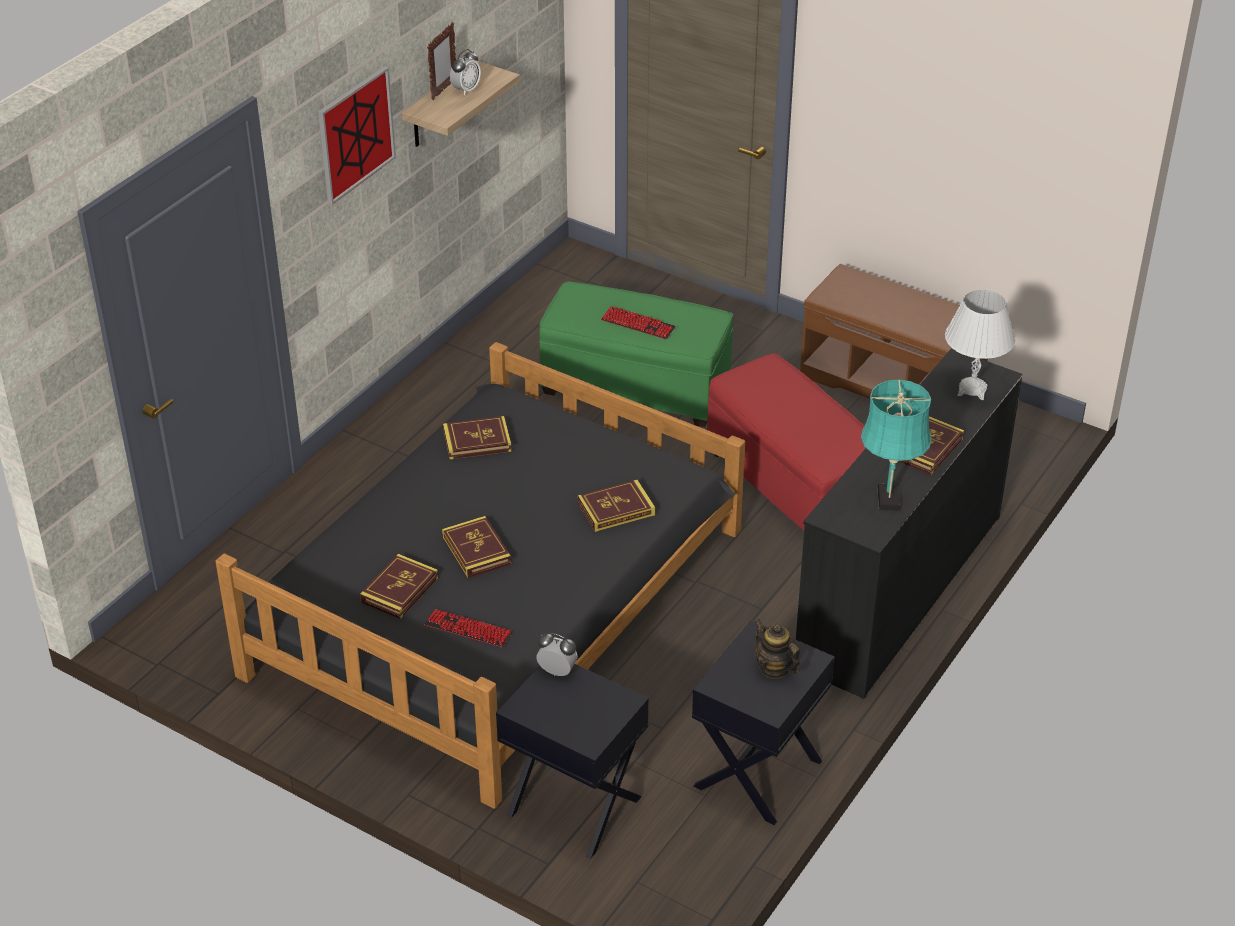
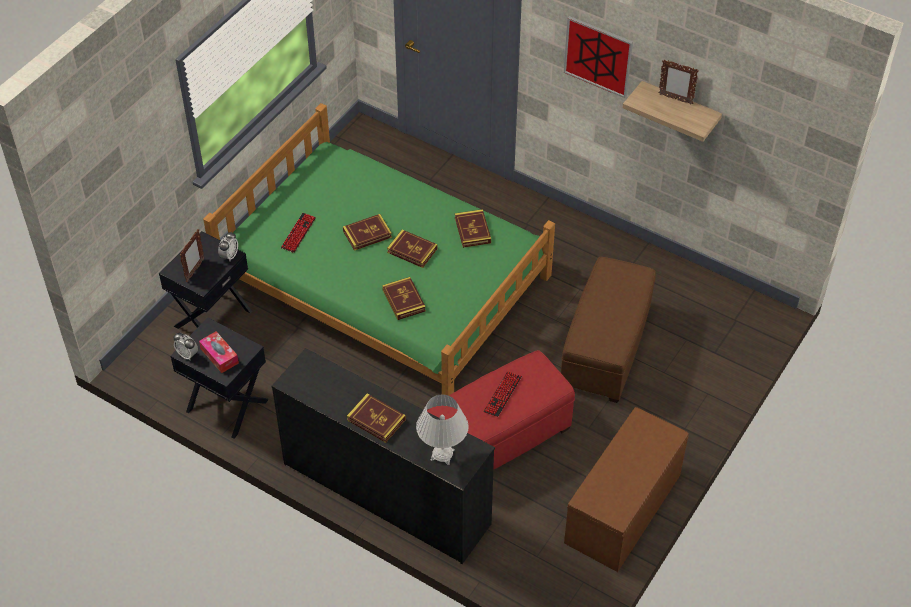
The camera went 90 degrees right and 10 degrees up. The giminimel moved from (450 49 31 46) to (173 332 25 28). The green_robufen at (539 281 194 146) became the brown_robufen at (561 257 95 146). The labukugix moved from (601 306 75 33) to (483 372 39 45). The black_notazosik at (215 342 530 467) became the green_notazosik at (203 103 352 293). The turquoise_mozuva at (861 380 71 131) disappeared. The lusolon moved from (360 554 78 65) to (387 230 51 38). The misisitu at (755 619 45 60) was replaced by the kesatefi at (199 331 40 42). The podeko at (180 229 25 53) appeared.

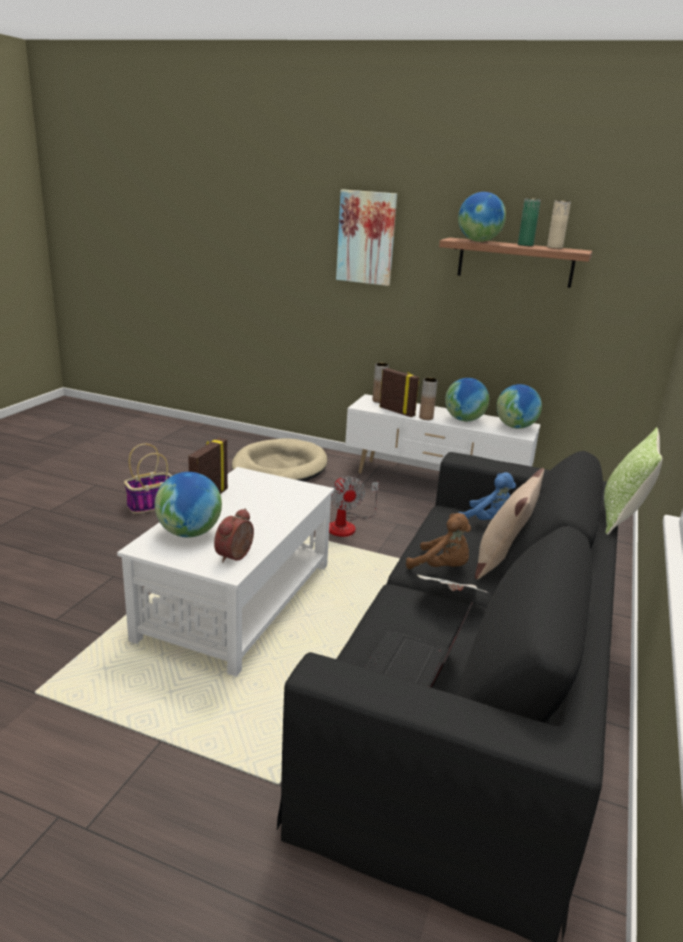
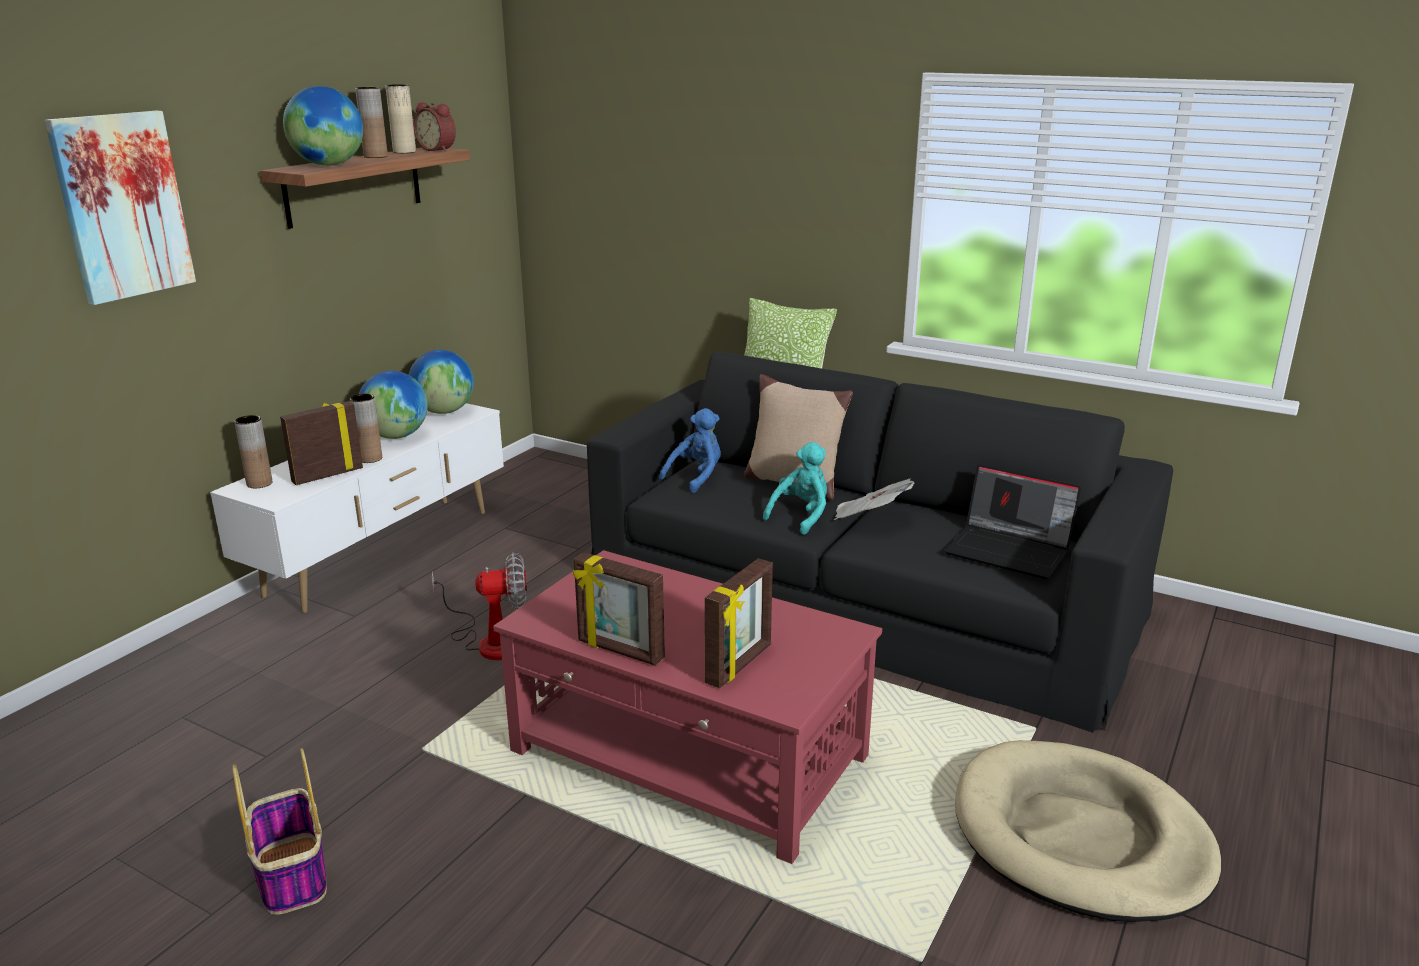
The camera went 80 degrees left and 0 degrees up. The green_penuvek at (518 198 23 48) became the brown_penuvek at (355 87 33 71). The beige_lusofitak moved from (232 438 96 44) to (955 740 266 182). The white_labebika at (117 467 217 210) became the red_labebika at (493 550 389 314). The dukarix at (155 472 67 65) was replaced by the podeko at (705 558 68 130). The giminimel moved from (214 508 40 54) to (413 102 43 50). The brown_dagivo at (406 513 65 56) became the turquoise_dagivo at (763 442 64 93).

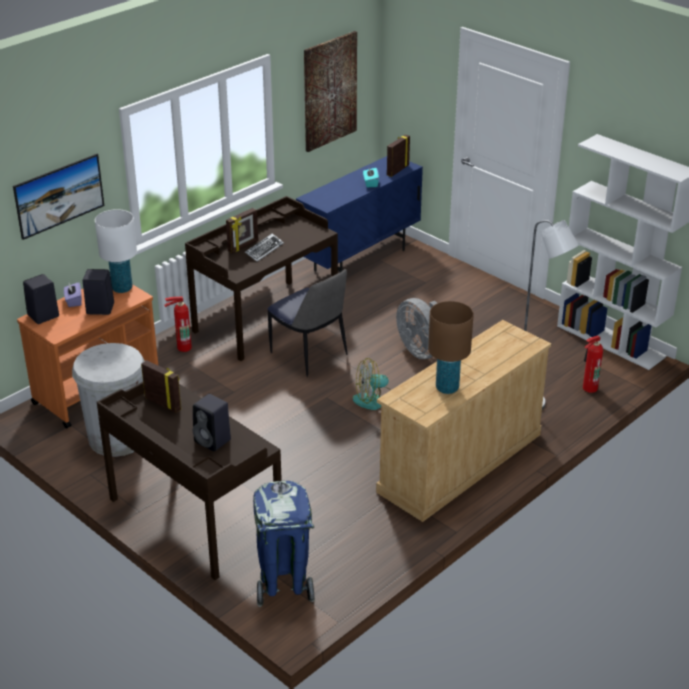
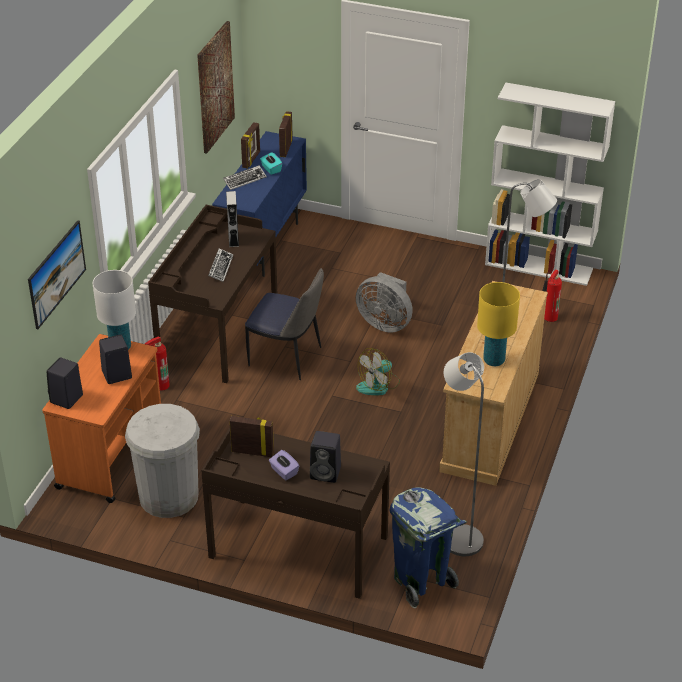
The camera went 25 degrees left and 5 degrees up. The podeko moved from (226 208 32 45) to (241 122 19 47). The purple_kesatefi moved from (64 282 18 25) to (269 450 30 30). The brown_mozuva at (428 301 46 93) became the yellow_mozuva at (477 282 43 84). The labukugix at (223 165 44 25) appeared. The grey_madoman at (226 191 13 56) appeared. The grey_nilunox at (444 352 40 204) appeared.

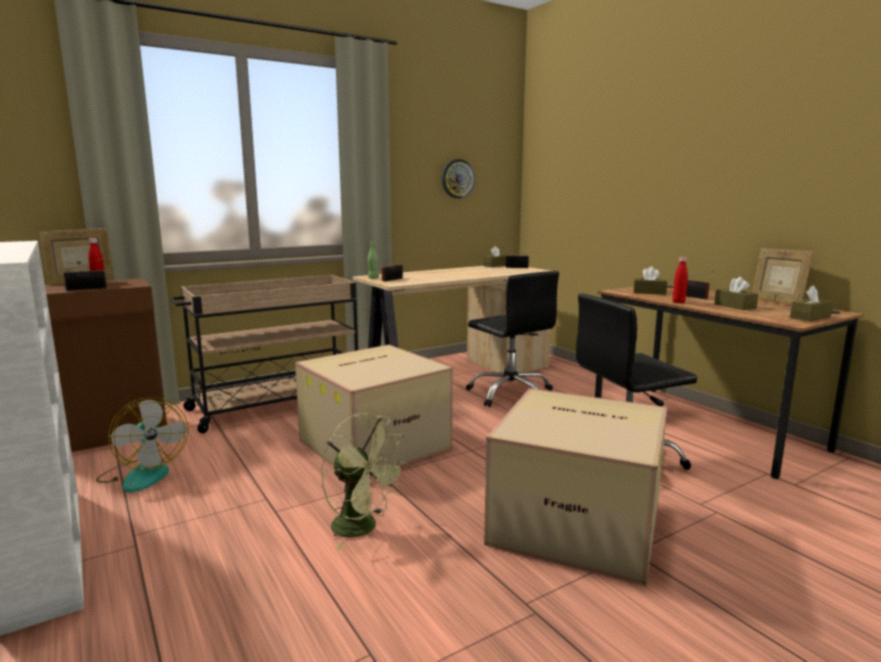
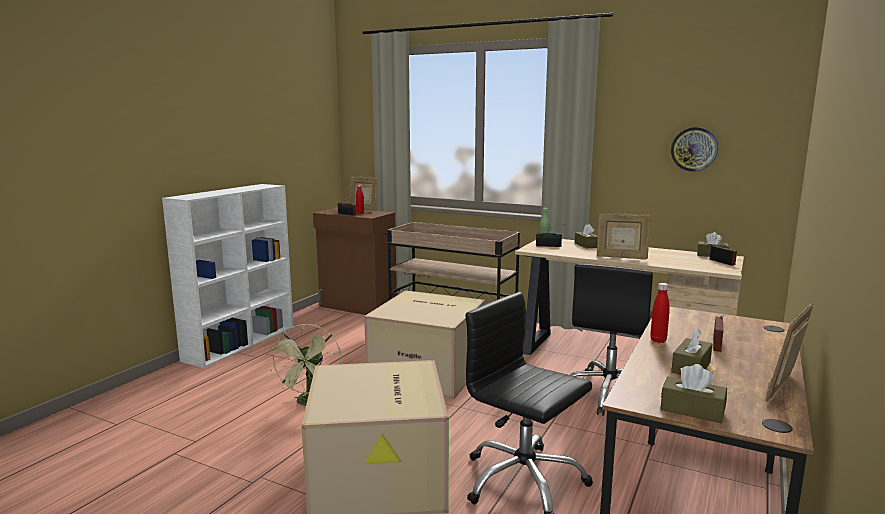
The camera went 60 degrees right and 0 degrees up. The brown_kesatefi moved from (633 266 34 29) to (575 224 23 24). The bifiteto at (96 397 92 95) disappeared. The podeko at (597 213 54 46) appeared.

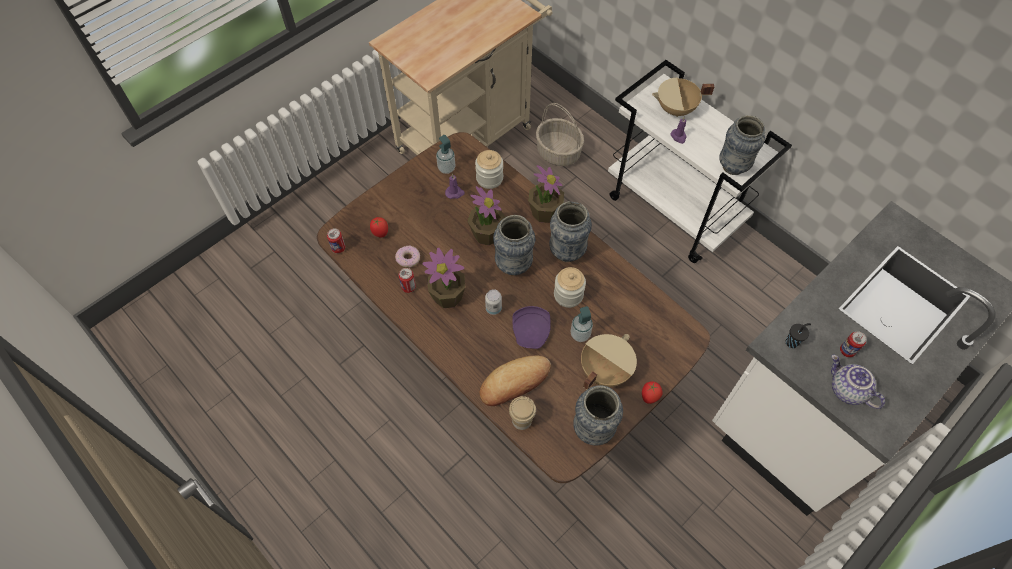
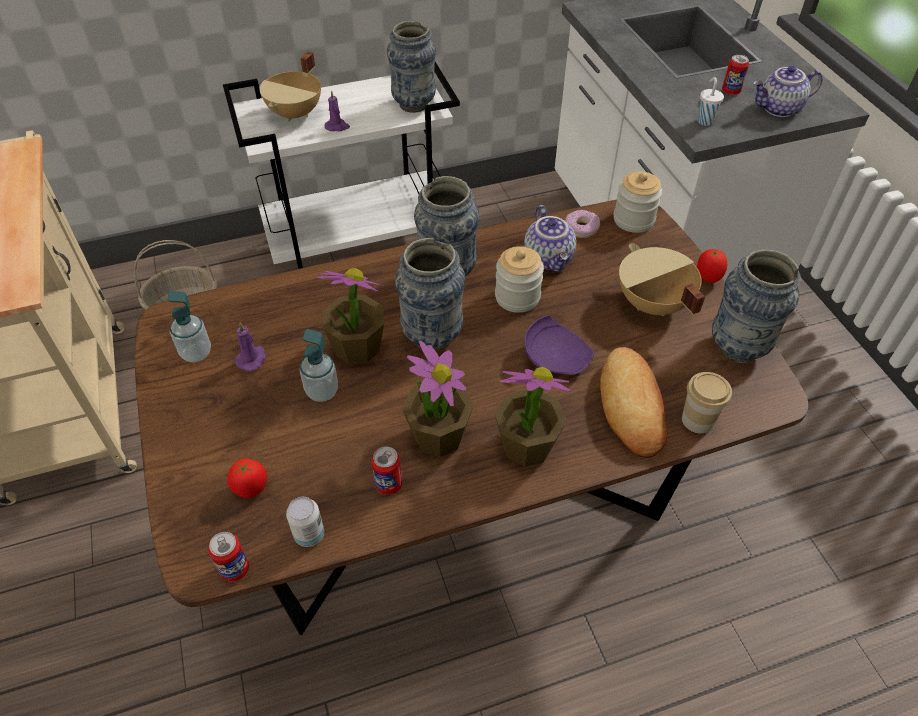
The camera went 65 degrees left and 10 degrees down. The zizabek moved from (475 150 28 39) to (614 171 48 62). The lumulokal moved from (529 165 35 58) to (494 367 78 100). The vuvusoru moved from (395 246 25 21) to (565 210 35 28). The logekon moved from (485 289 17 26) to (286 497 38 50). The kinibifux moved from (570 306 23 36) to (300 329 38 73). The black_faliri at (786 323 25 25) became the white_faliri at (697 77 27 49). The misisitu at (524 205 53 67) appeared.

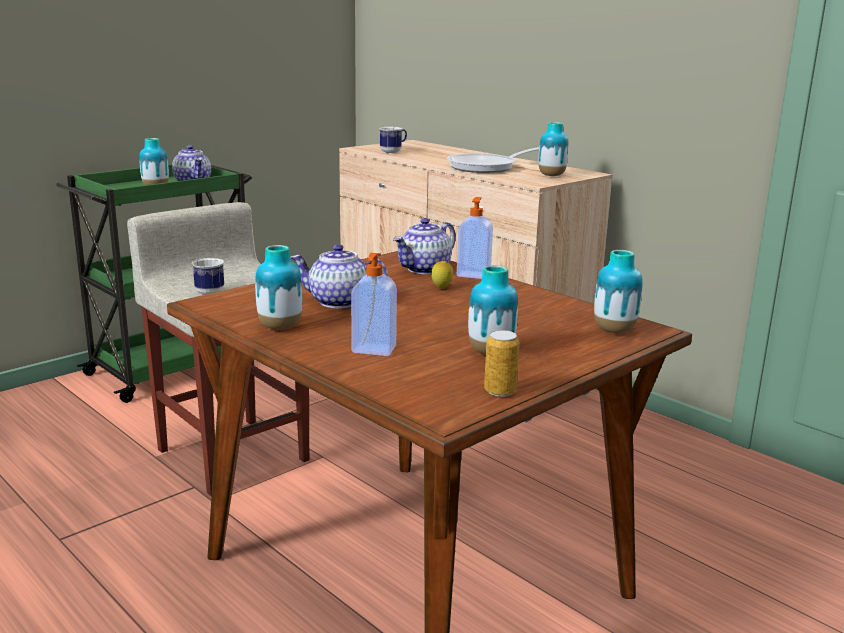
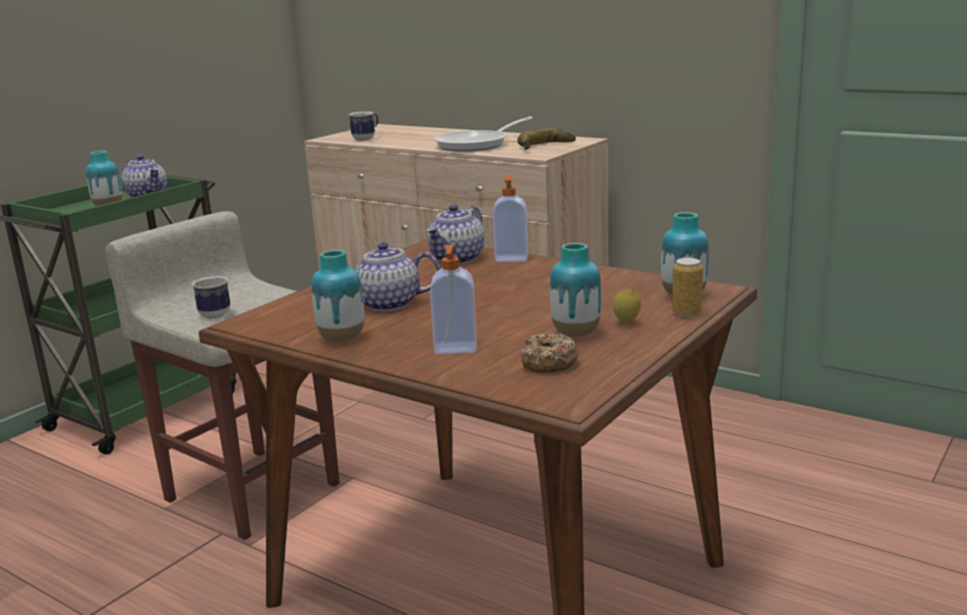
The camera went 10 degrees left and 0 degrees up. The penuvek at (539 122 30 54) was replaced by the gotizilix at (517 128 59 22). The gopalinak moved from (431 261 22 27) to (613 289 28 34). The logekon moved from (484 330 35 67) to (672 258 31 59). The vuvusoru at (521 333 58 40) appeared.

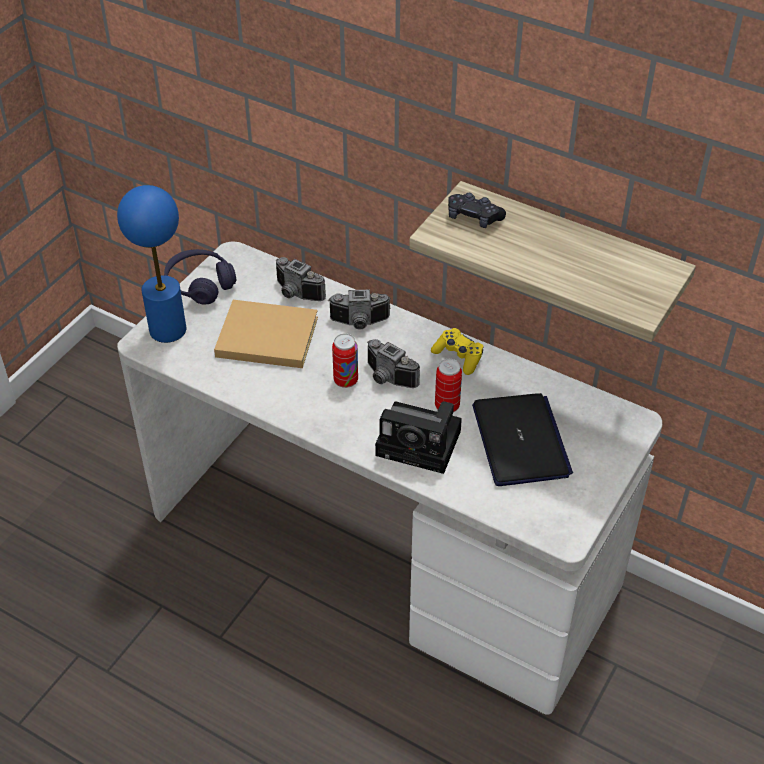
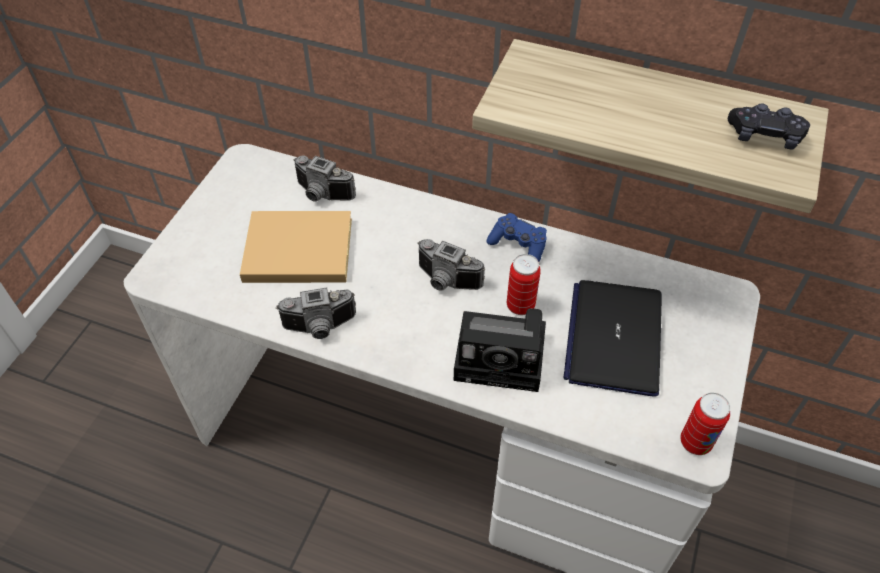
The camera went 10 degrees left and 5 degrees up. The blue_mozuva at (117 185 69 158) disappeared. The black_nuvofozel moved from (448 193 58 35) to (728 103 82 47). The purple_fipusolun at (164 249 72 56) disappeared. The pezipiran moved from (329 290 62 40) to (276 287 80 52). The yellow_nuvofozel at (431 328 52 47) became the blue_nuvofozel at (486 213 61 49). The logekon moved from (332 334 26 54) to (681 392 49 63). The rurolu at (472 393 101 93) turned 150 degrees counterclockwise.

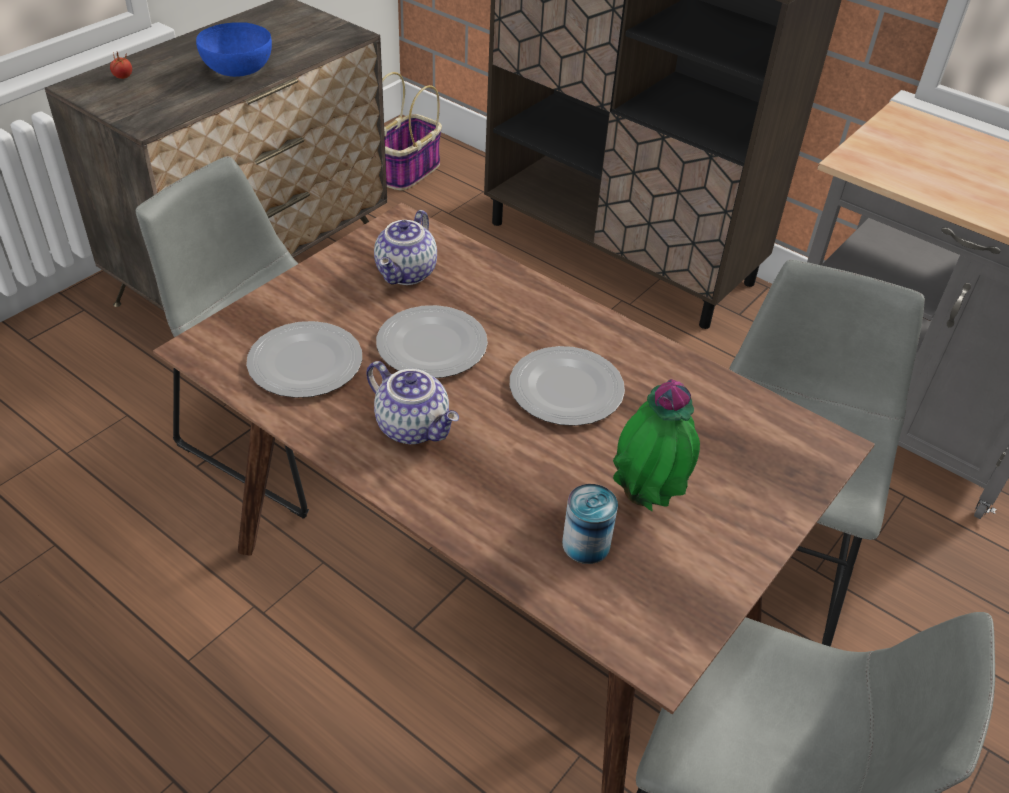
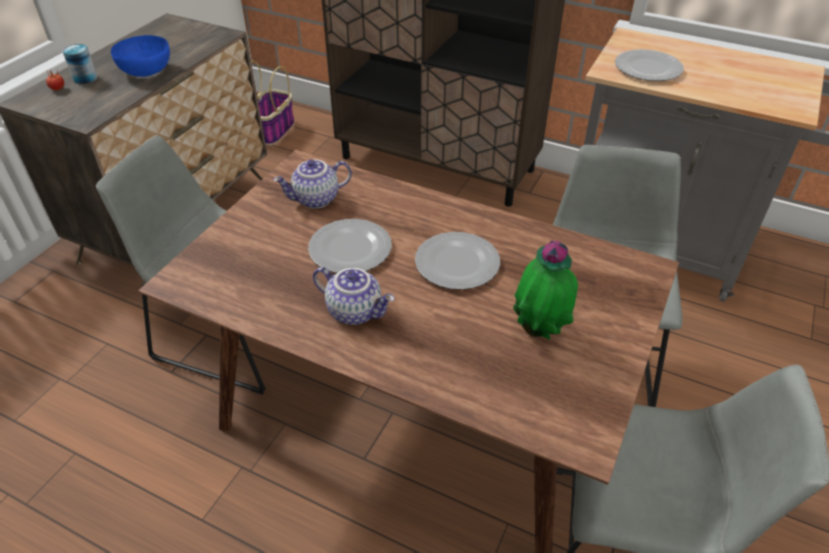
The camera went 10 degrees left and 0 degrees up. The misisitu at (374 210 63 75) turned 60 degrees clockwise. The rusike moved from (246 321 116 77) to (615 49 69 32). The logekon moved from (562 484 56 80) to (62 44 36 40).

